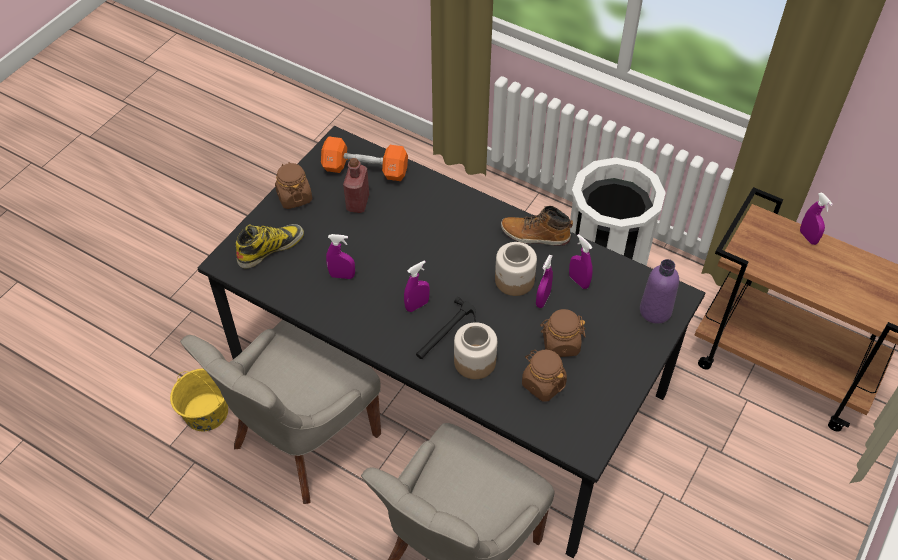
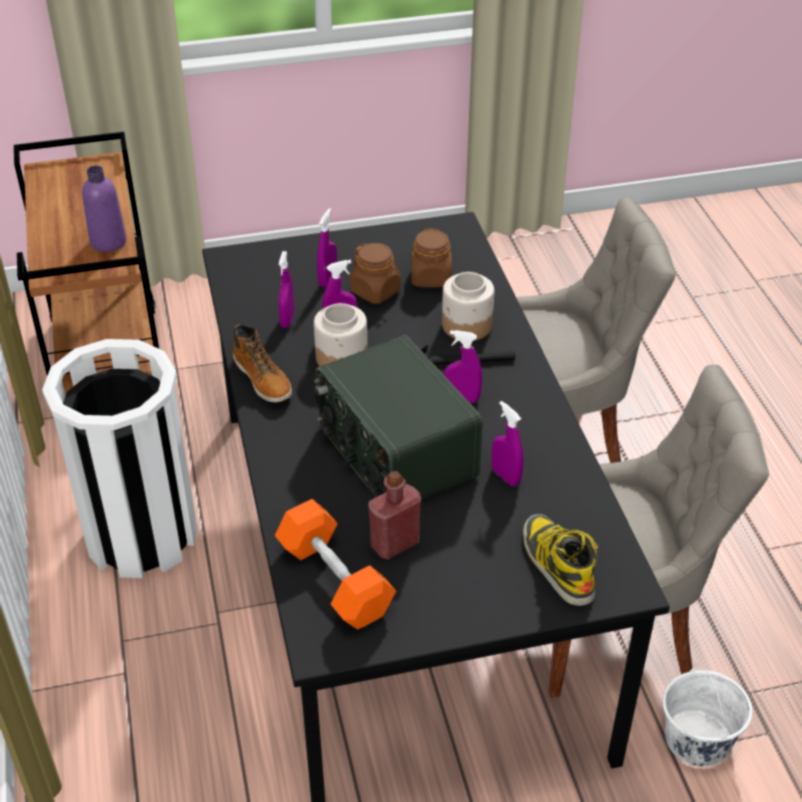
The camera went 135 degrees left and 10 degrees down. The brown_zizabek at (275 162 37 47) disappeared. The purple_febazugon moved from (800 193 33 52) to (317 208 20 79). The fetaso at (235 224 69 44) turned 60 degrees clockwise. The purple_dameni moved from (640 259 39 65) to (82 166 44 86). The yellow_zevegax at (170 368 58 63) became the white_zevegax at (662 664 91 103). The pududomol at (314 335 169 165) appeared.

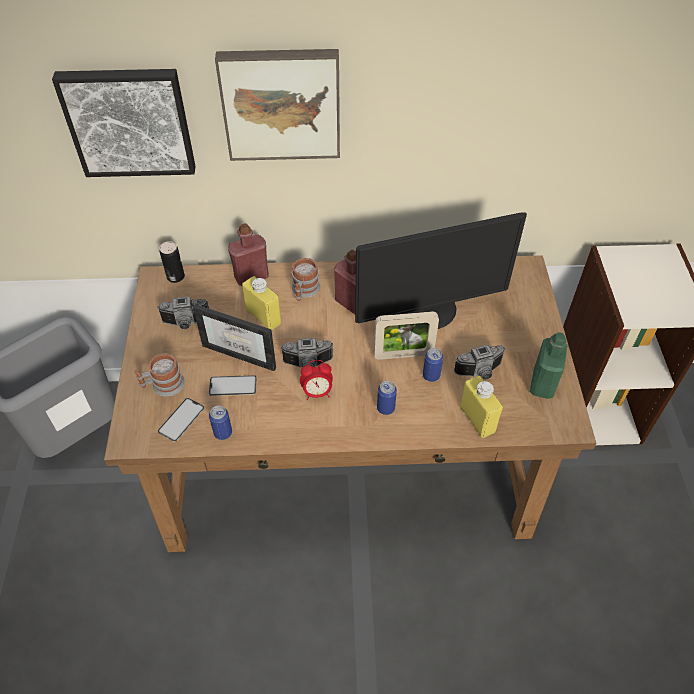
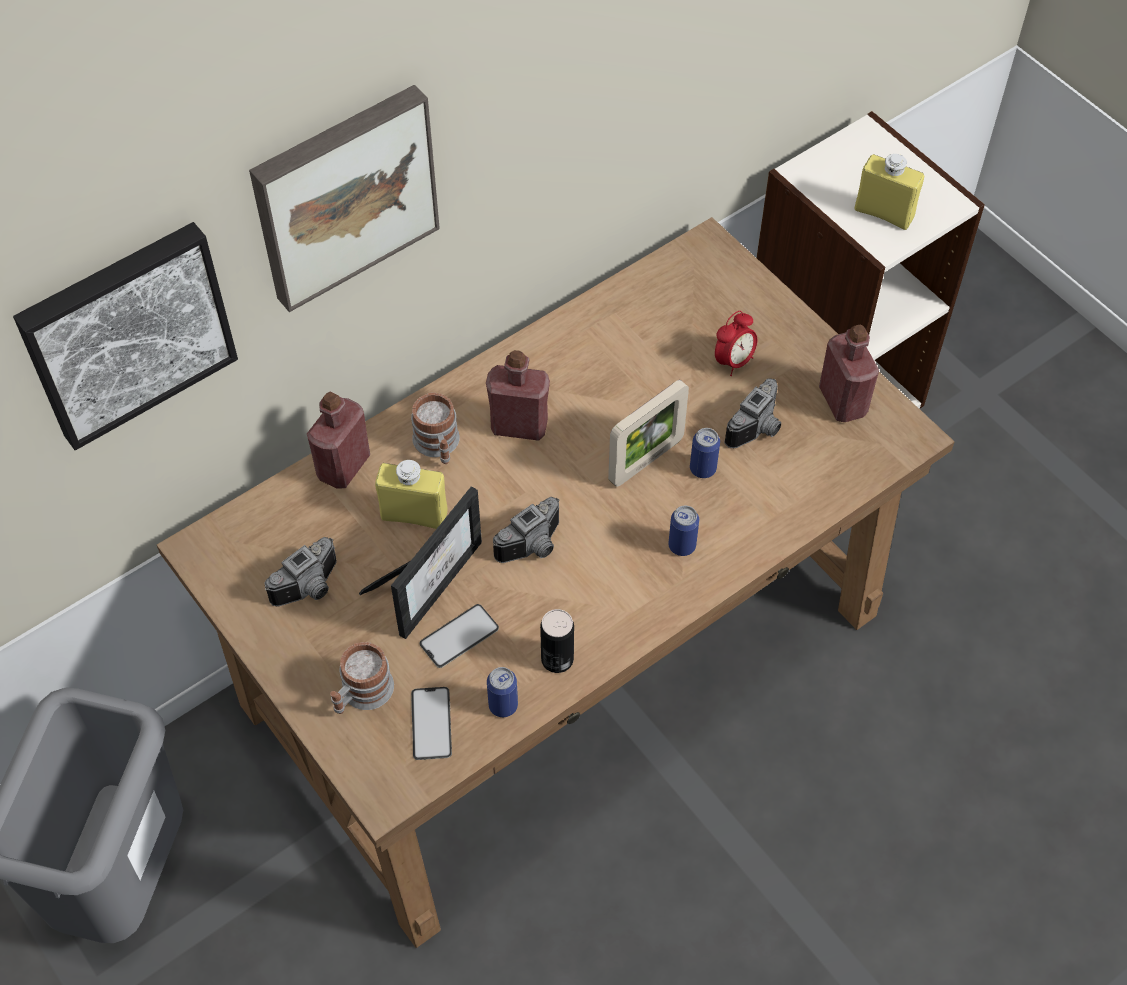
The camera went 35 degrees left and 5 degrees up. The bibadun at (355 212 172 117) disappeared. The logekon moved from (159 241 26 42) to (540 609 34 64). The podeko at (193 304 83 67) turned 45 degrees counterclockwise. The green_dameni at (530 332 38 67) became the red_dameni at (819 325 60 97). The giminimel moved from (300 360 33 40) to (715 311 42 65). The yellow_dameni moved from (460 376 43 62) to (854 154 70 76).

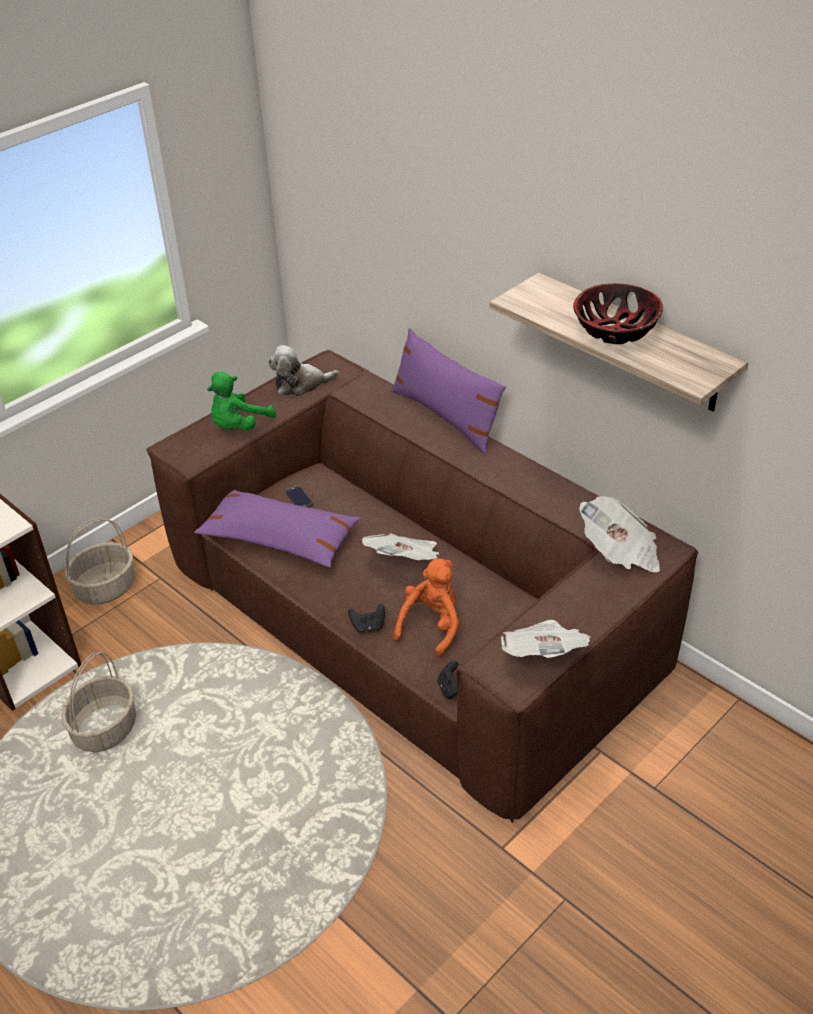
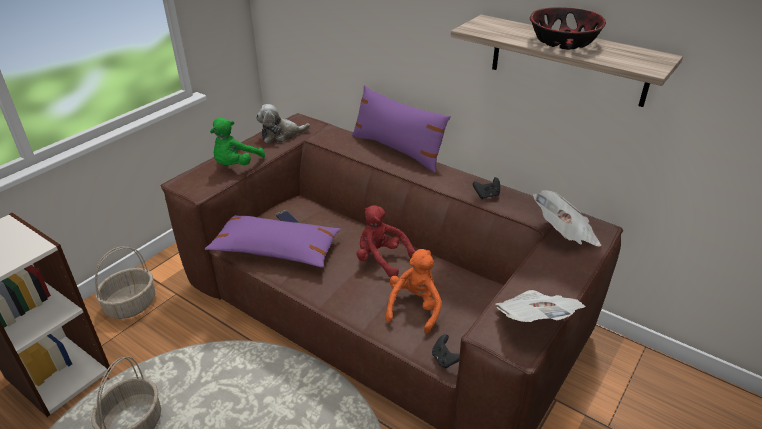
The camera went 10 degrees left and 5 degrees down. The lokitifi at (362 534 77 26) was replaced by the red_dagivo at (357 205 58 73). The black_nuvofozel moved from (348 604 37 29) to (473 177 27 22).

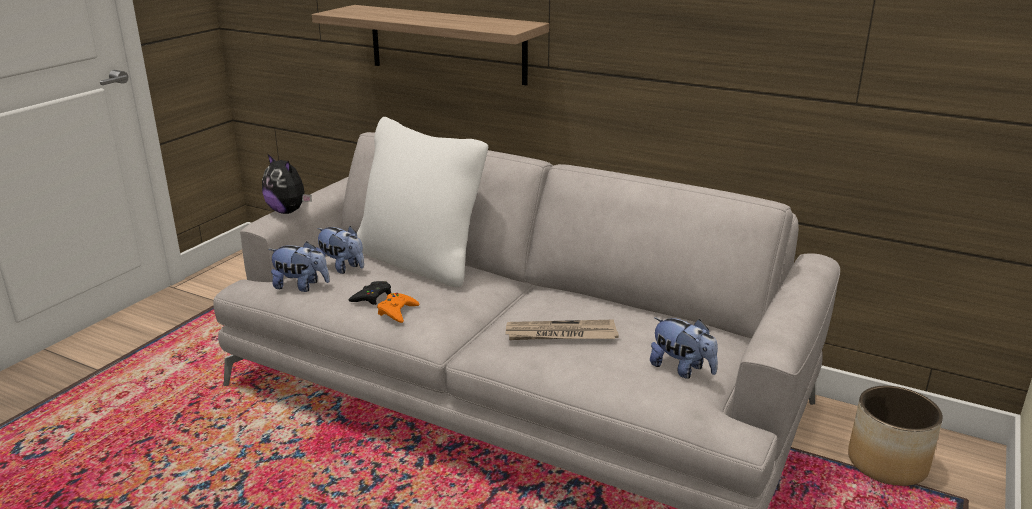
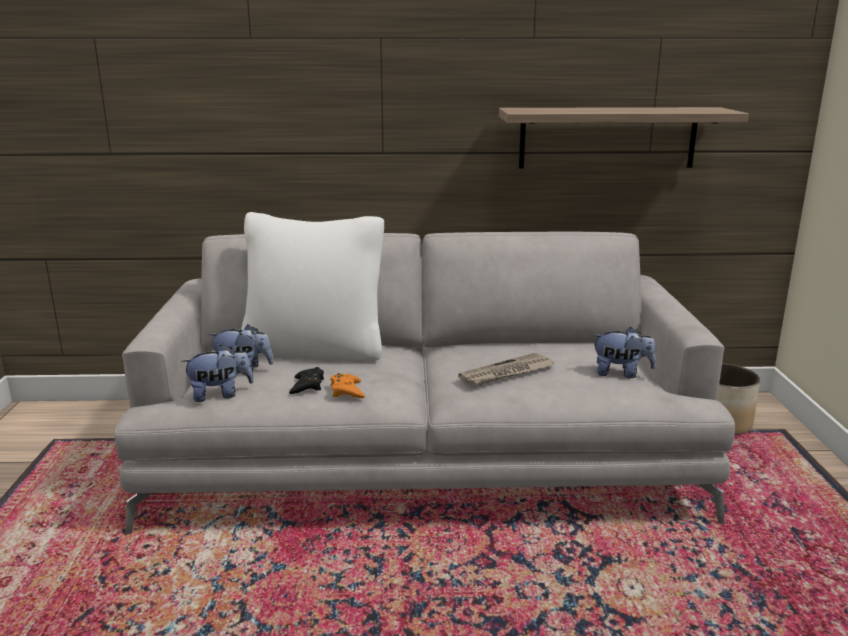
The camera went 30 degrees left and 5 degrees down. The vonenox moved from (312 5 237 80) to (499 107 250 61). The dagivo at (262 153 50 61) disappeared.

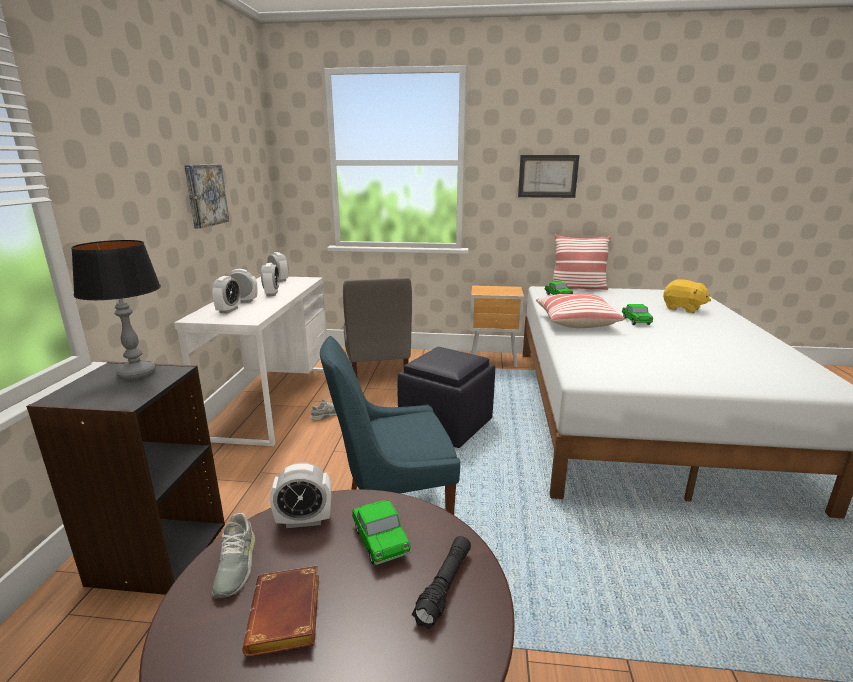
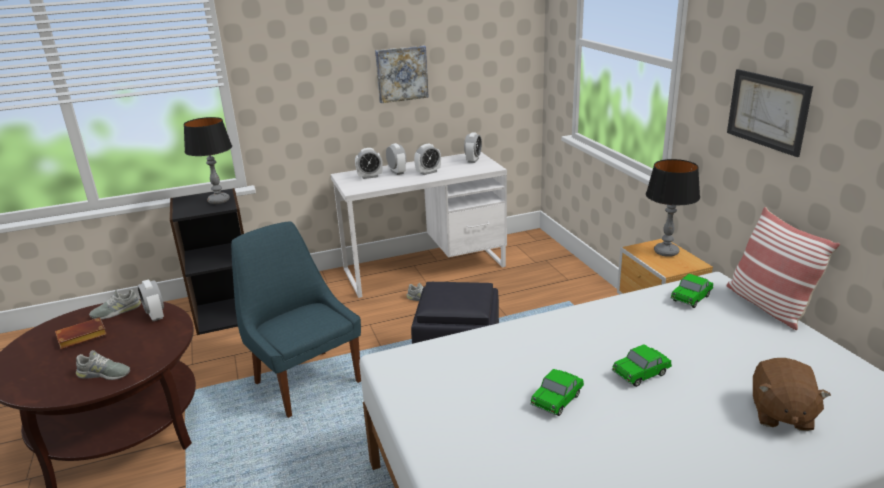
The camera went 65 degrees right and 5 degrees up. The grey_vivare at (343 277 69 102) disappeared. The yellow_dagivo at (663 279 48 34) became the brown_dagivo at (753 358 78 73). The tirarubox at (536 294 89 34) disappeared. The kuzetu moved from (352 500 59 65) to (530 369 54 47). The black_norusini at (412 536 59 93) was replaced by the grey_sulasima at (76 350 54 30). The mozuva at (646 159 54 98) appeared.

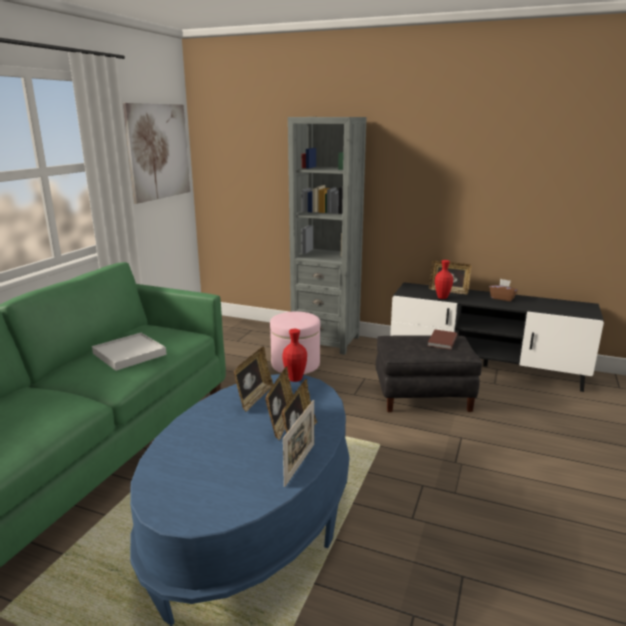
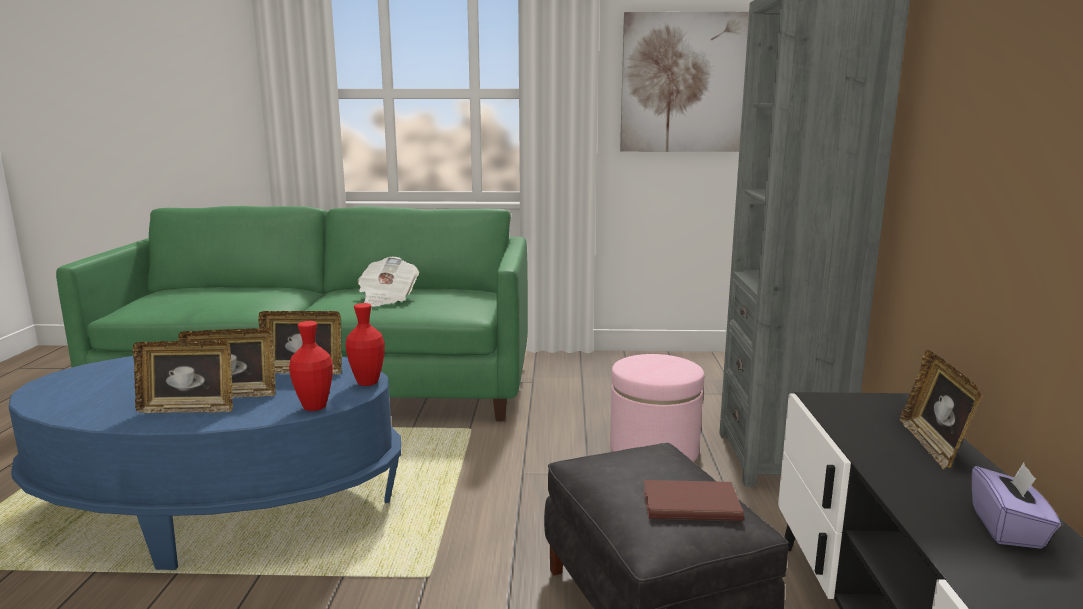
The camera went 70 degrees right and 5 degrees down. The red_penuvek moved from (435 260 18 39) to (289 321 44 90). The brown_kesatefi at (490 279 28 23) became the purple_kesatefi at (972 463 89 86). The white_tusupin at (92 333 75 38) was replaced by the lokitifi at (358 257 61 49). The podeko at (283 400 31 87) disappeared.

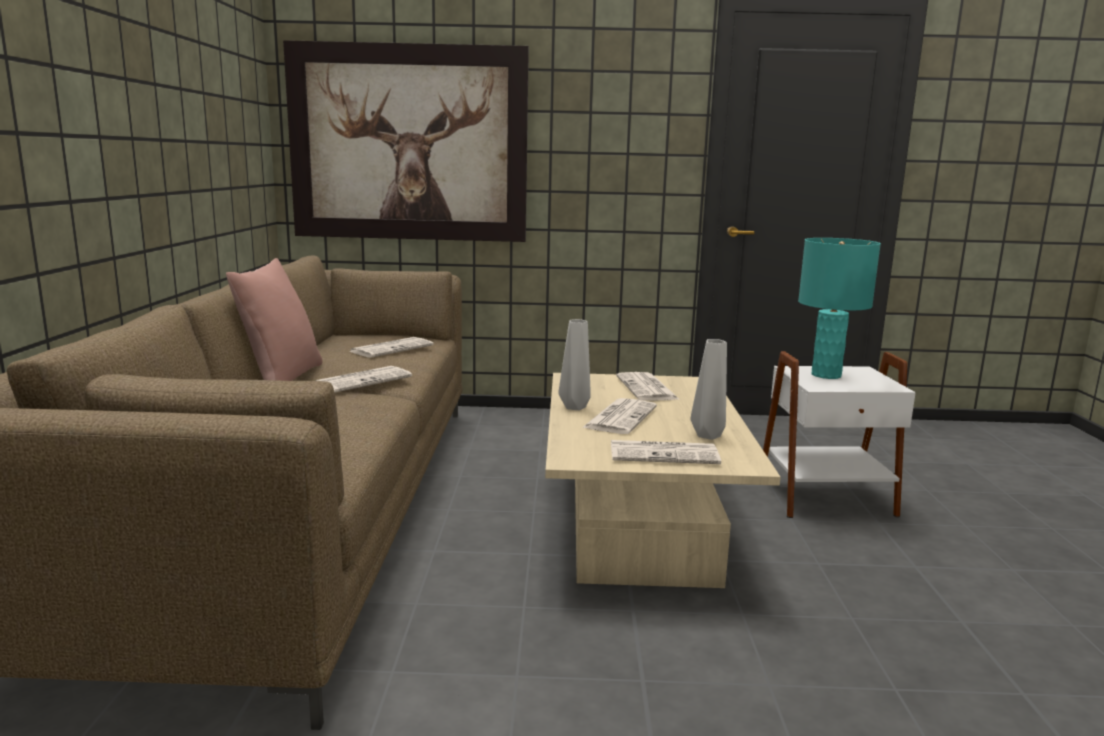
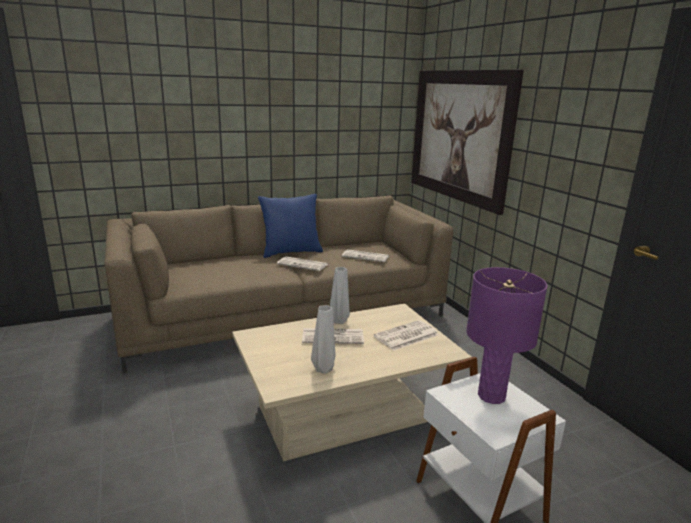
The camera went 65 degrees right and 5 degrees up. The turquoise_mozuva at (798 238 83 141) became the purple_mozuva at (466 267 81 137). The pink_tirarubox at (226 258 96 123) became the blue_tirarubox at (258 194 65 64). The lokitifi at (611 440 110 24) disappeared.

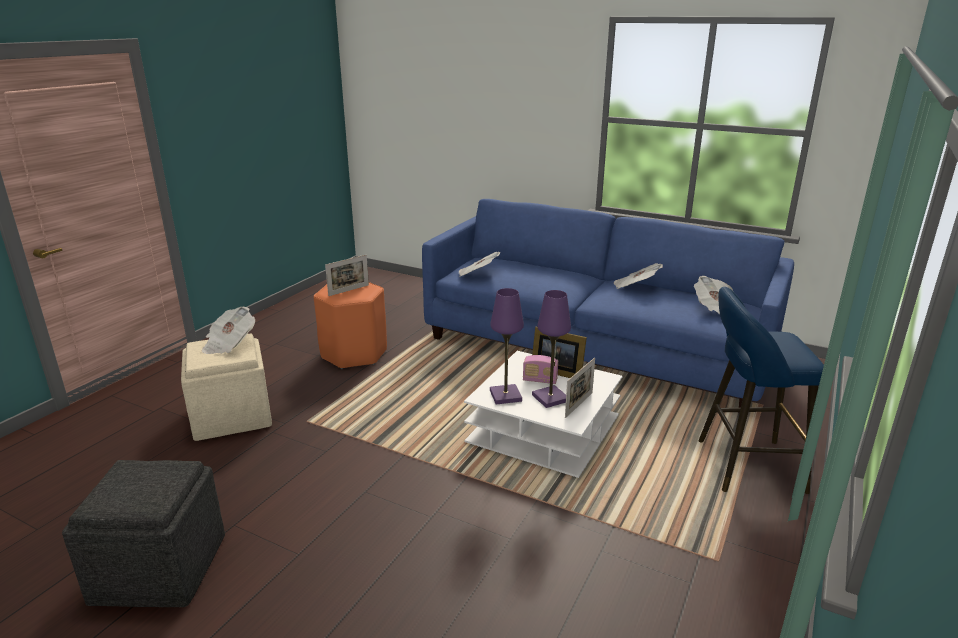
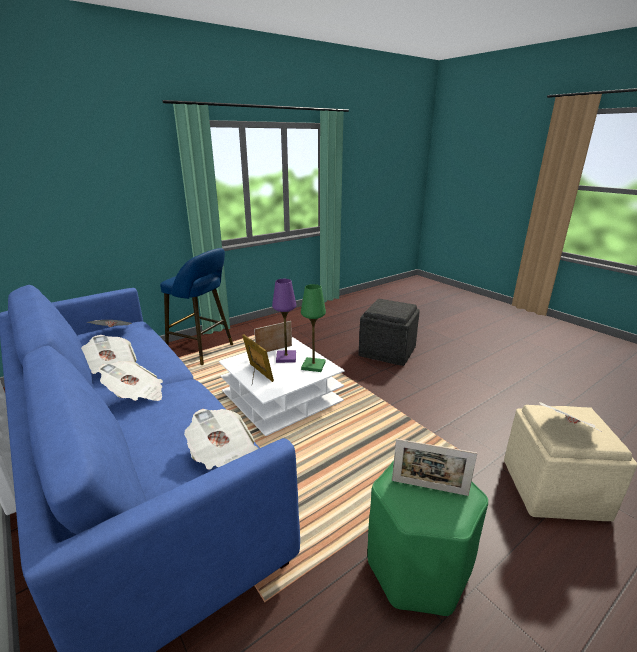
The camera went 155 degrees left and 0 degrees up. The podeko at (325 255 44 41) turned 150 degrees counterclockwise. The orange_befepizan at (314 282 73 87) became the green_befepizan at (367 460 121 156). The purple_mozuva at (490 288 34 116) became the green_mozuva at (301 284 25 88). The pududomol at (523 355 35 29) disappeared. The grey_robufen moved from (62 460 163 147) to (359 299 61 67). The lokitifi at (99 361 64 40) appeared.

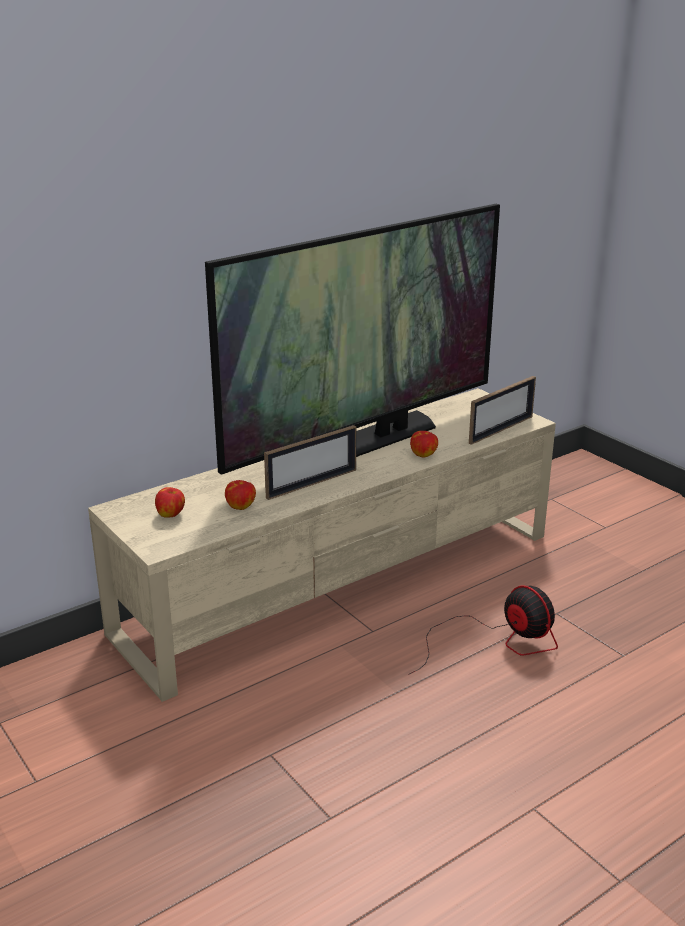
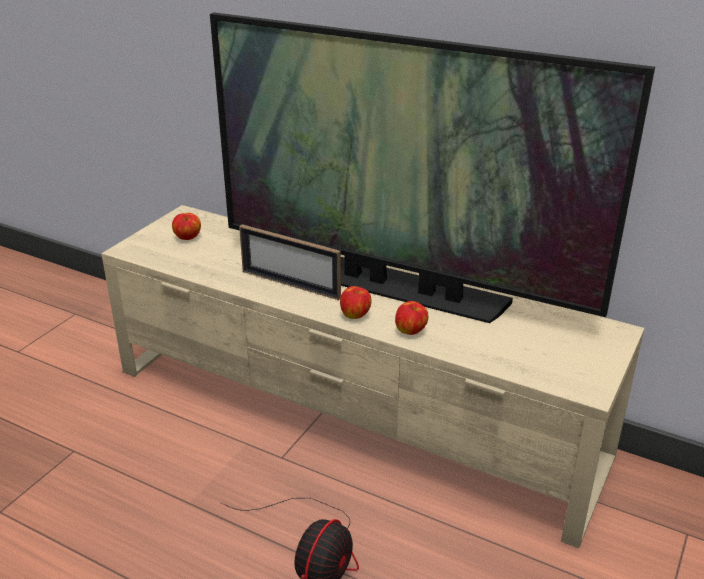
The camera went 65 degrees right and 5 degrees up. The podeko at (469 376 67 69) disappeared. The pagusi moved from (225 480 31 30) to (340 286 32 33).

